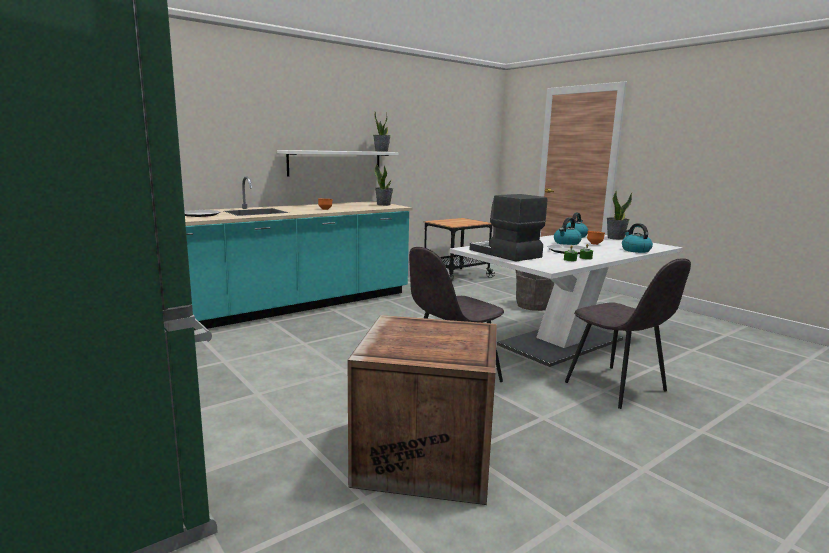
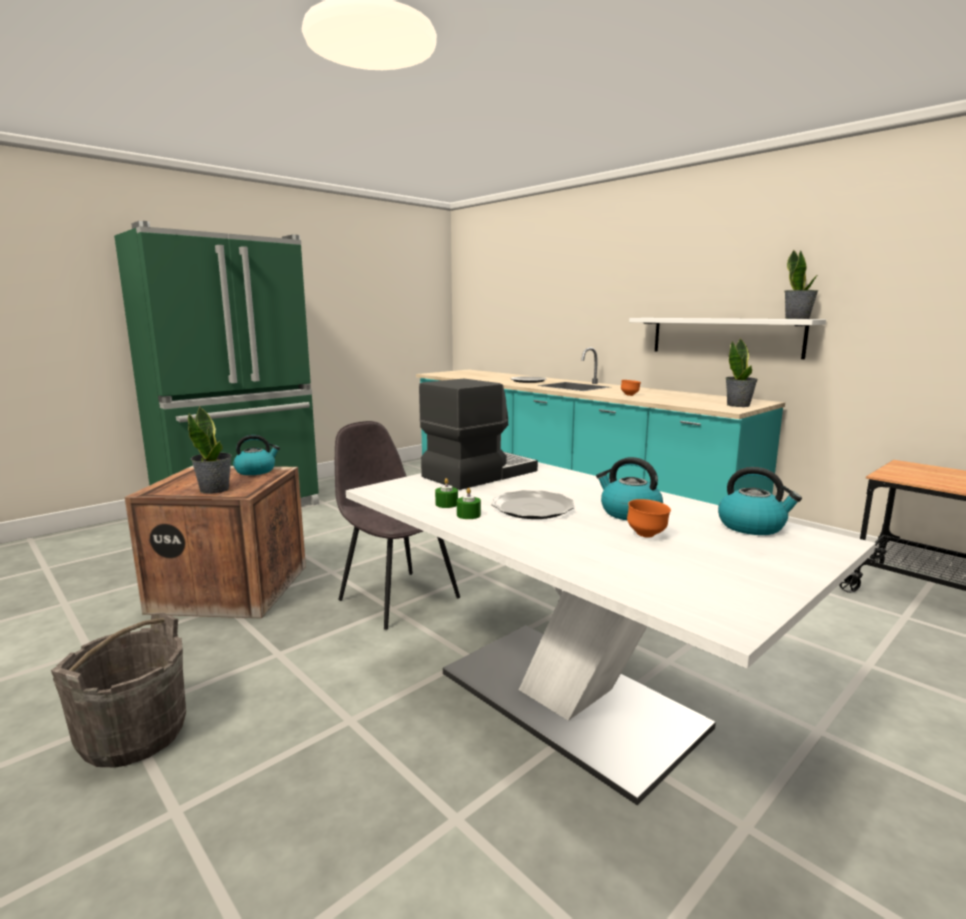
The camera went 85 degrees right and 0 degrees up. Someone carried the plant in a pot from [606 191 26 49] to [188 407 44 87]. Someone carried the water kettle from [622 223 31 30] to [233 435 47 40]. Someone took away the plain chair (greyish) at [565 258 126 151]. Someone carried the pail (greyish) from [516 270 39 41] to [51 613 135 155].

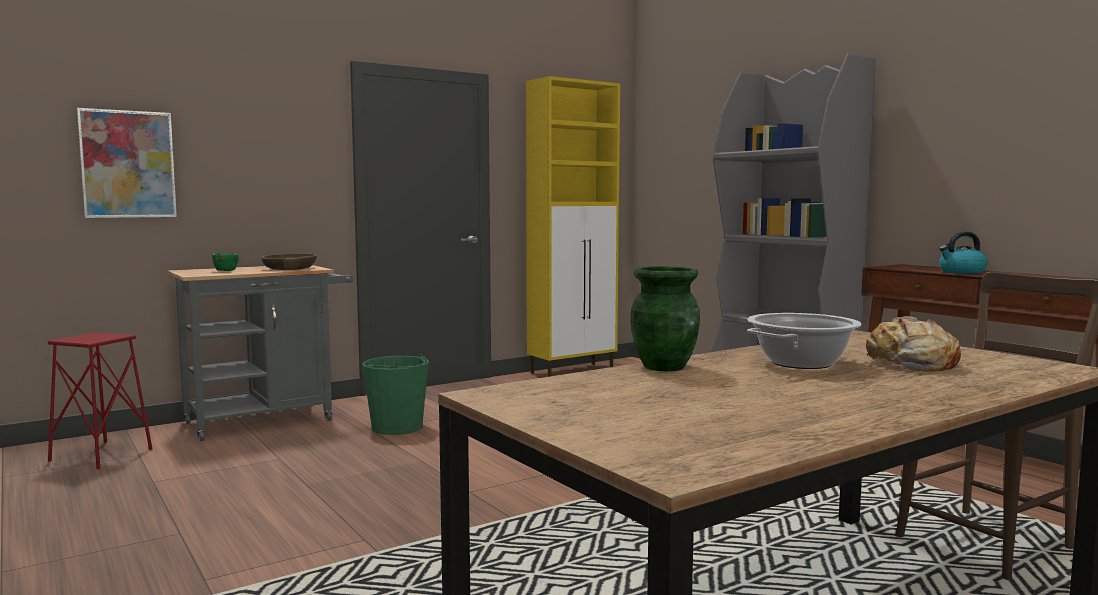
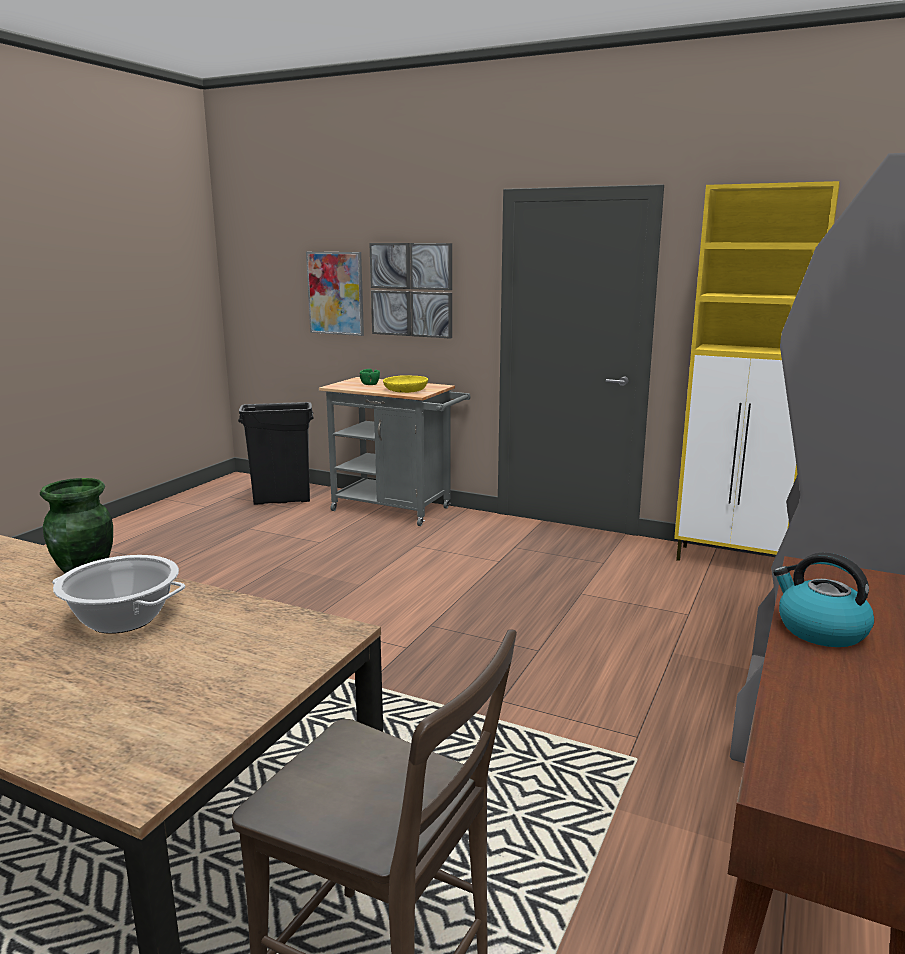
The camera went 60 degrees right and 10 degrees up. Someone repainted the serving bowl (brownish) at [261 253 56 17], which became the serving bowl (yellow-coloured) at [383 375 45 18]. Someone took away the bread at [866 316 95 56]. Someone swapped the stool seat (reddish) at [48 332 105 137] for the rubbish bin (black-coloured) at [238 402 75 103]. Someone took away the pail (green) at [362 354 67 81]. Someone put up the wall art at [369 243 83 96].

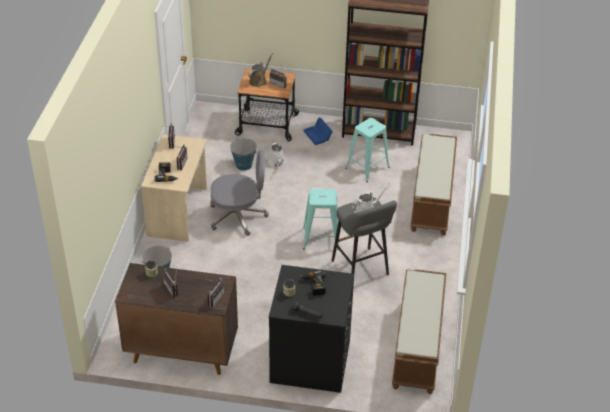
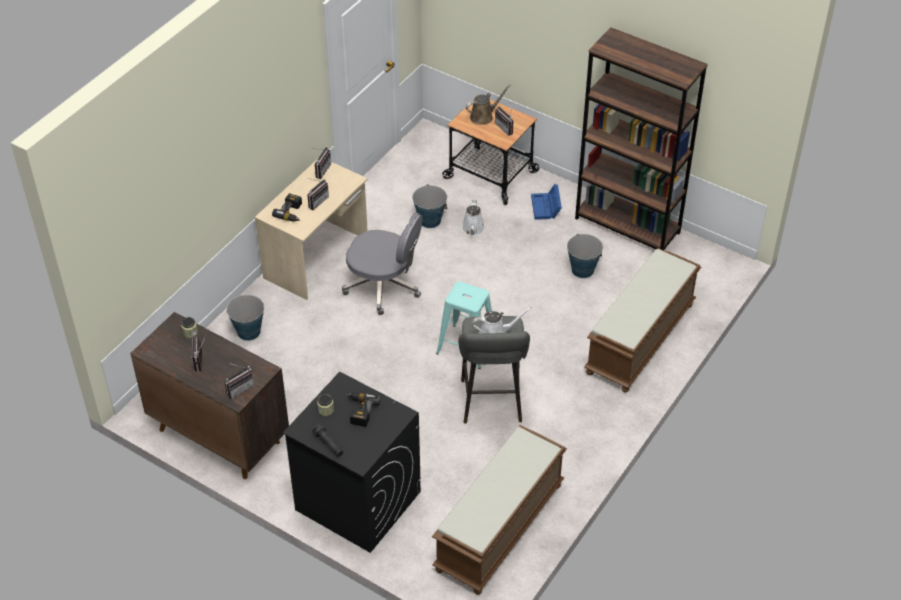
The camera went 25 degrees right and 5 degrees up. Someone swapped the stool seat (blue-green) at [346 118 44 64] for the pail at [567 234 36 44].

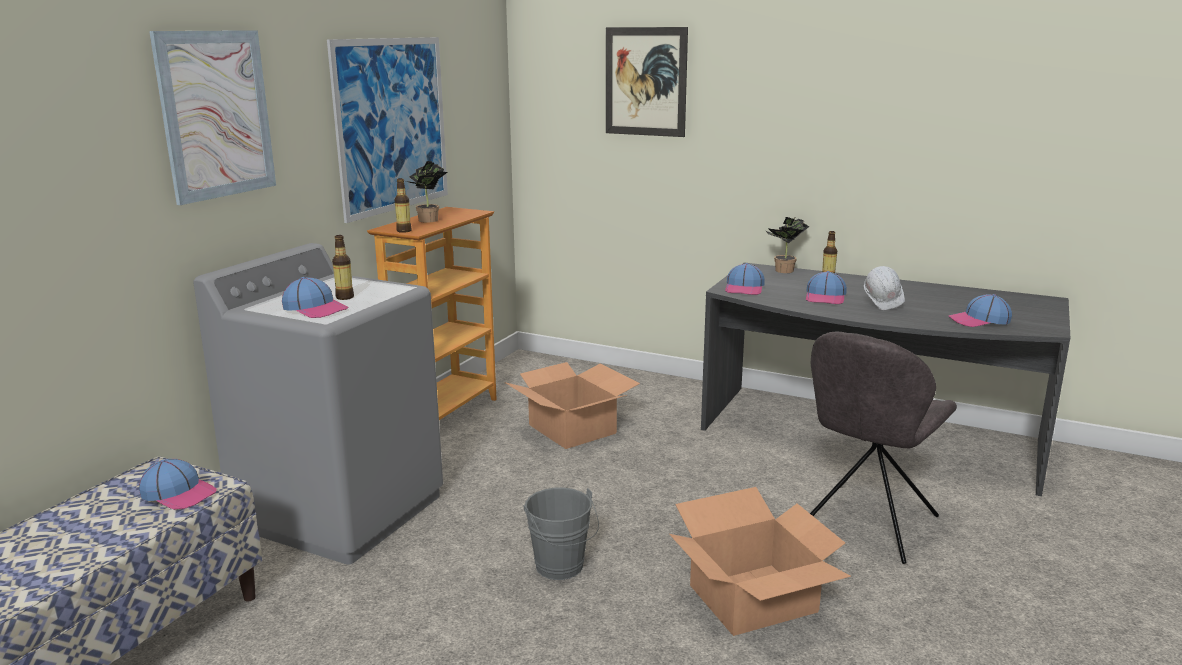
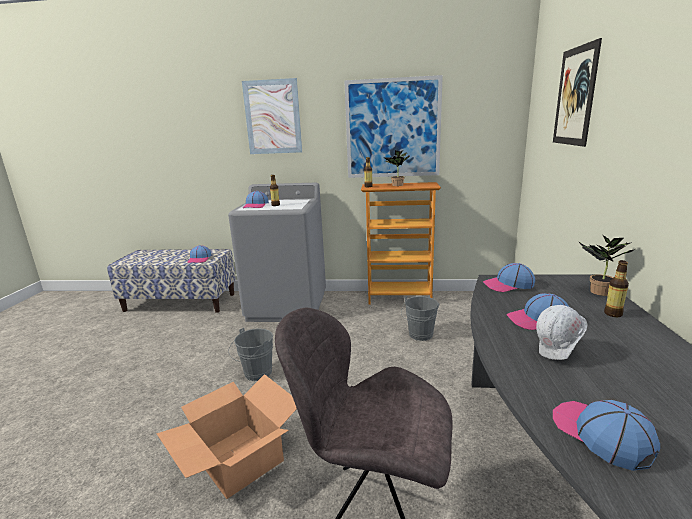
The camera went 70 degrees right and 0 degrees up. Someone swapped the cardboard box at [504 362 136 87] for the pail (greyish) at [401 296 39 45].

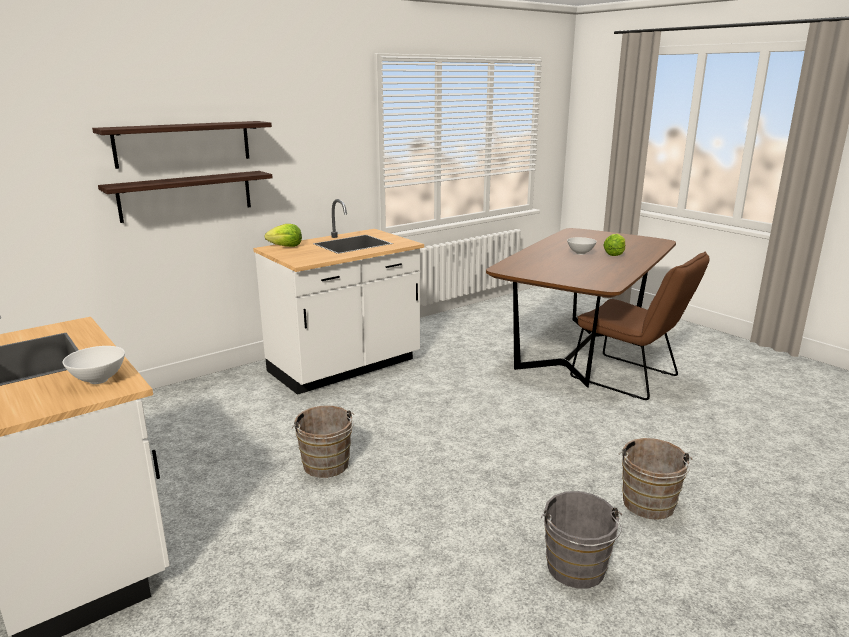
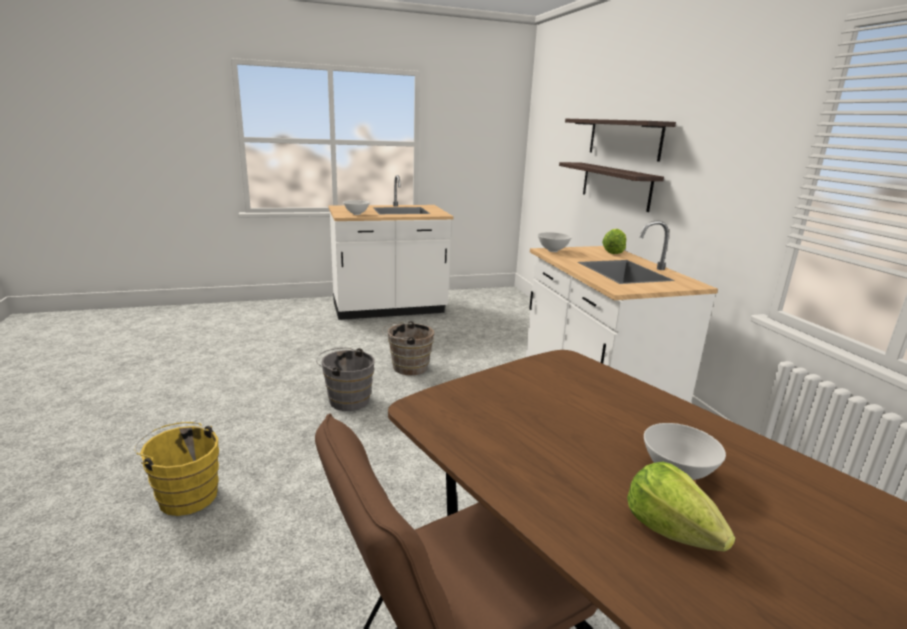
The camera went 110 degrees right and 0 degrees up. Someone repainted the pail (brownish) at [619 438 74 82], which became the pail (yellow-coloured) at [135 422 84 94]. Someone carried the pail (greyish) from [541 491 81 98] to [316 348 59 63]. Someone put down the serving bowl (white) at [538 232 34 20].

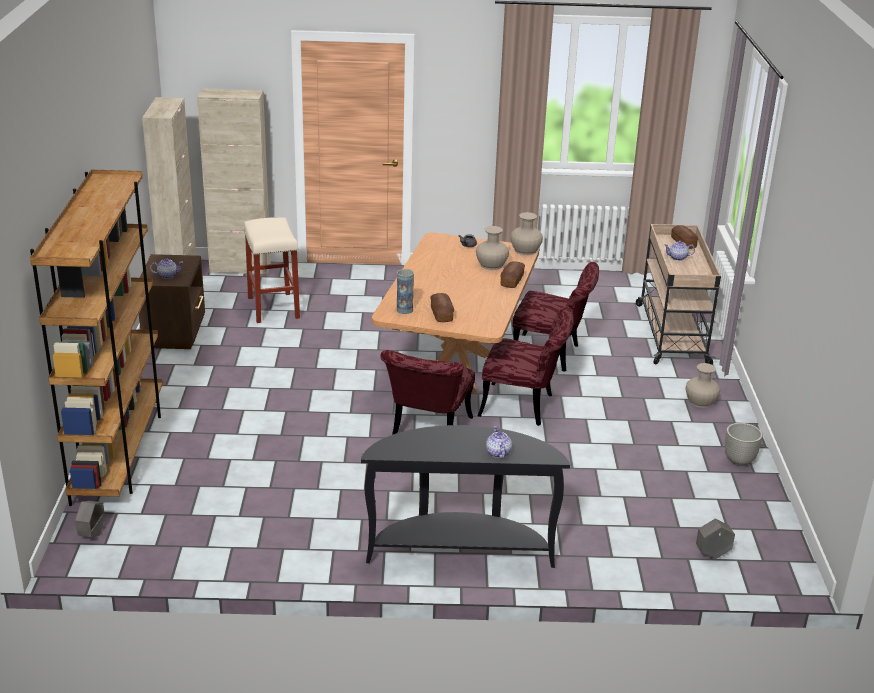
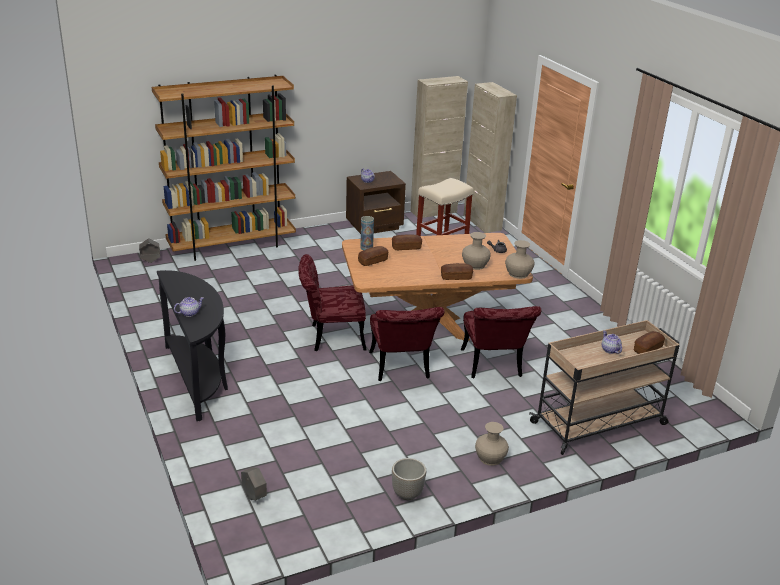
The camera went 65 degrees right and 0 degrees up. Someone put down the bread at [392 234 30 16].

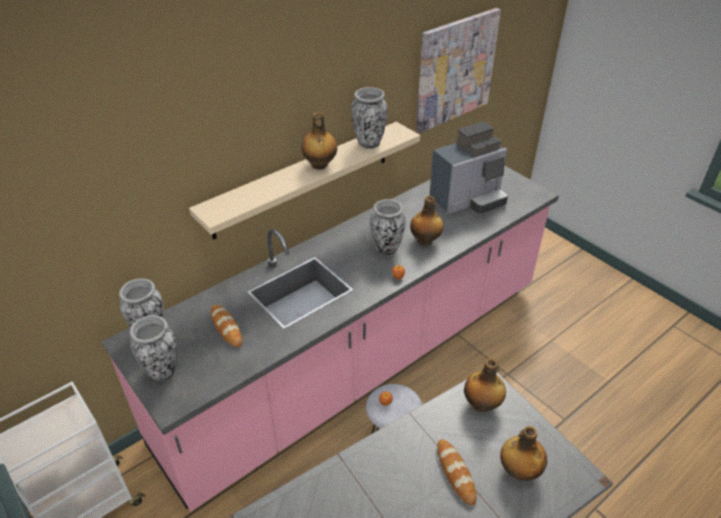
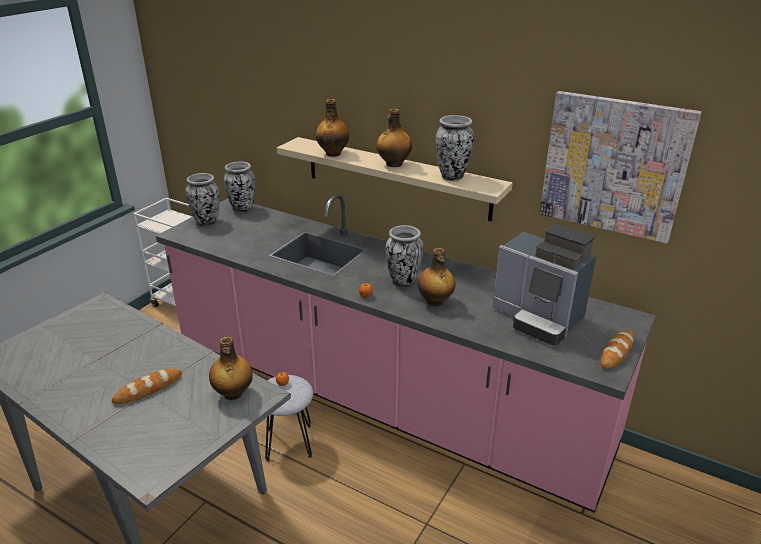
The camera went 70 degrees right and 10 degrees down. Someone carried the bread from [211 305 31 42] to [600 330 34 39]. Someone carried the drink bottle from [500 426 47 55] to [316 99 33 58].

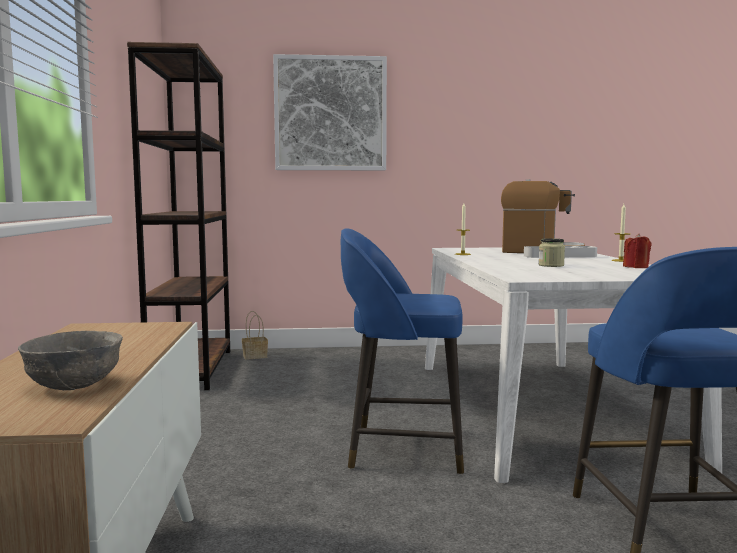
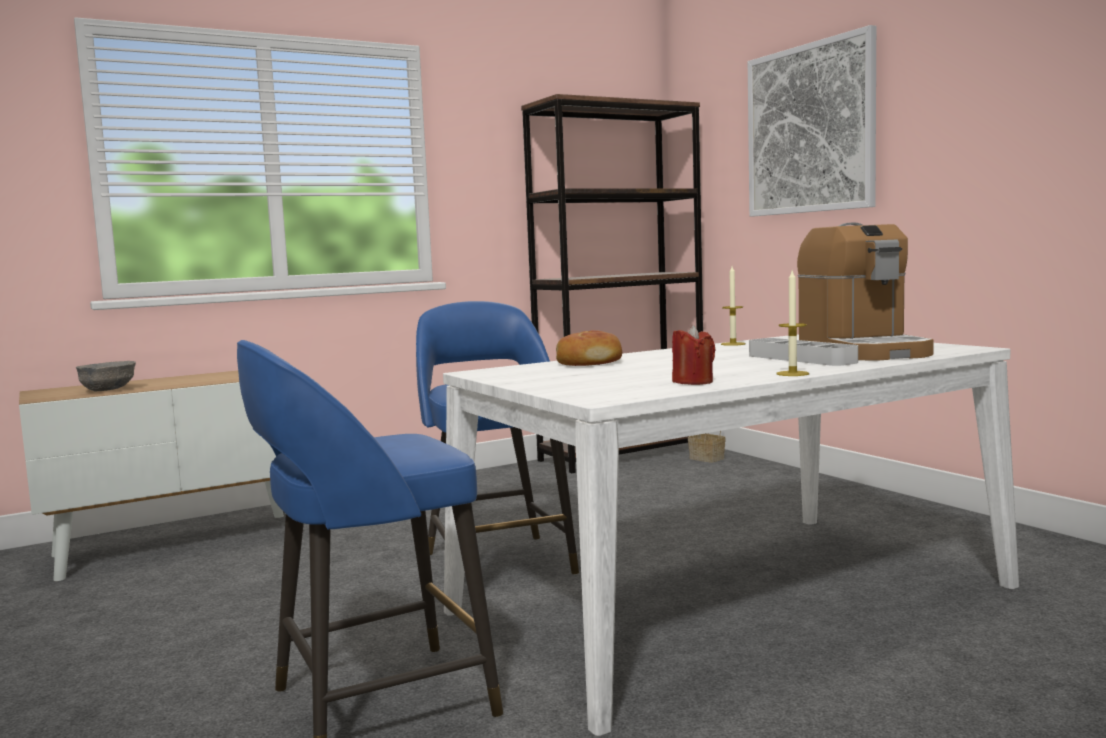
The camera went 65 degrees right and 0 degrees up. Someone took away the jar at [539 238 26 29]. Someone put down the bread at [556 330 66 36].

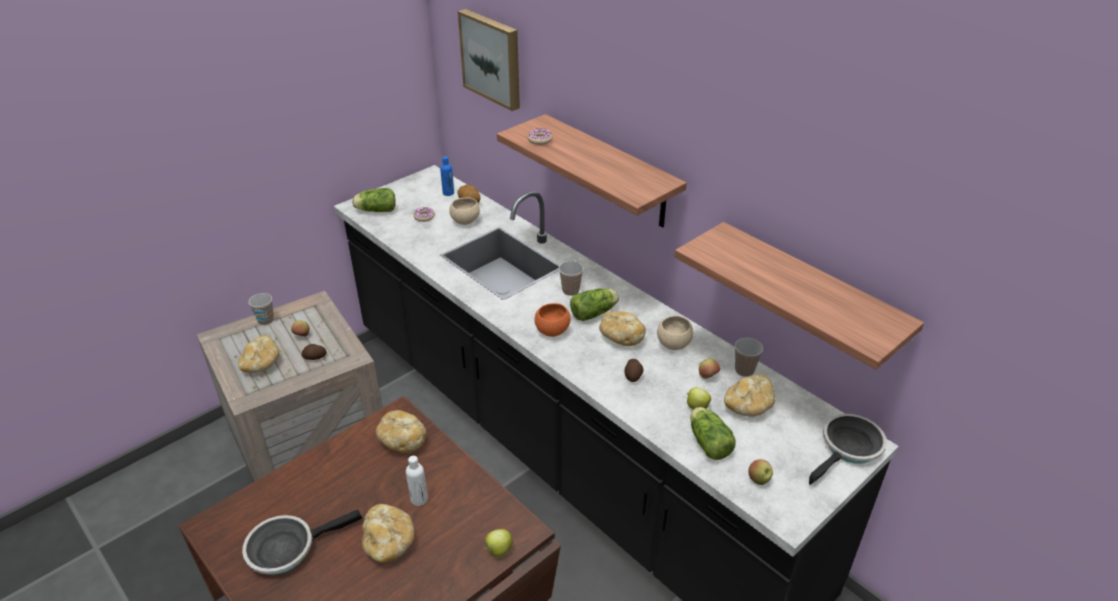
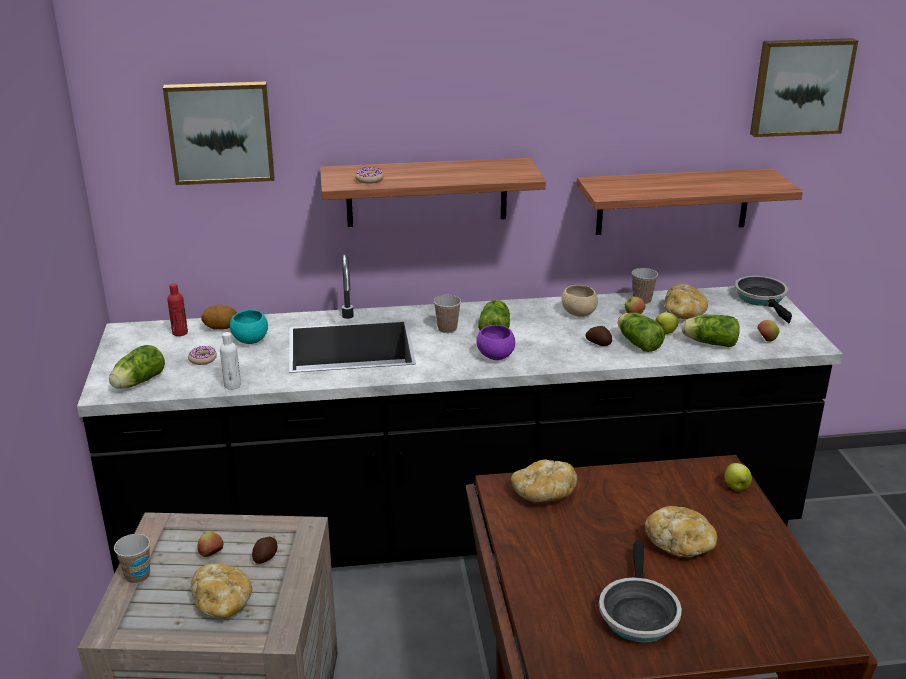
The camera went 55 degrees left and 10 degrees down. Someone repainted the drink bottle (bluish) at [440 156 14 40], which became the drink bottle (reddish) at [167 283 21 53]. Someone repainted the serving bowl (beige-coloured) at [449 198 31 27], which became the serving bowl (blue-green) at [230 310 38 34]. Someone repainted the serving bowl (orangey) at [535 303 35 34], which became the serving bowl (purple-coloured) at [476 325 39 35]. Someone took away the bread at [599 311 47 35]. Someone carried the drink bottle (white) from [406 456 22 50] to [220 332 21 58]. Someone put up the wall art at [750 38 108 99]. Someone put down the head of lettuce at [618 313 47 39].

